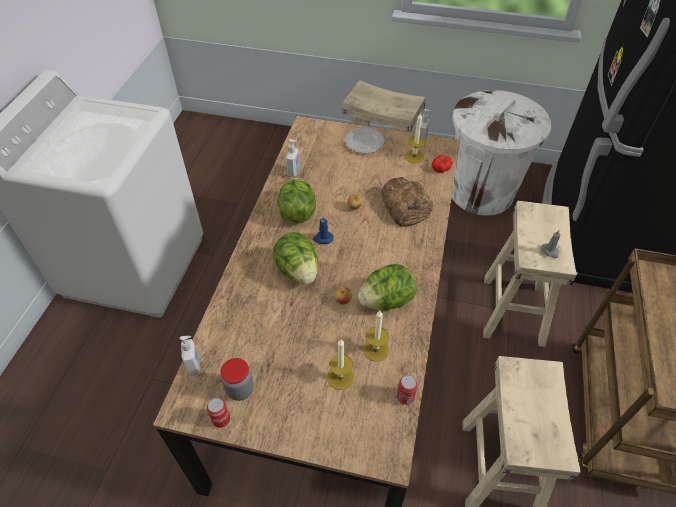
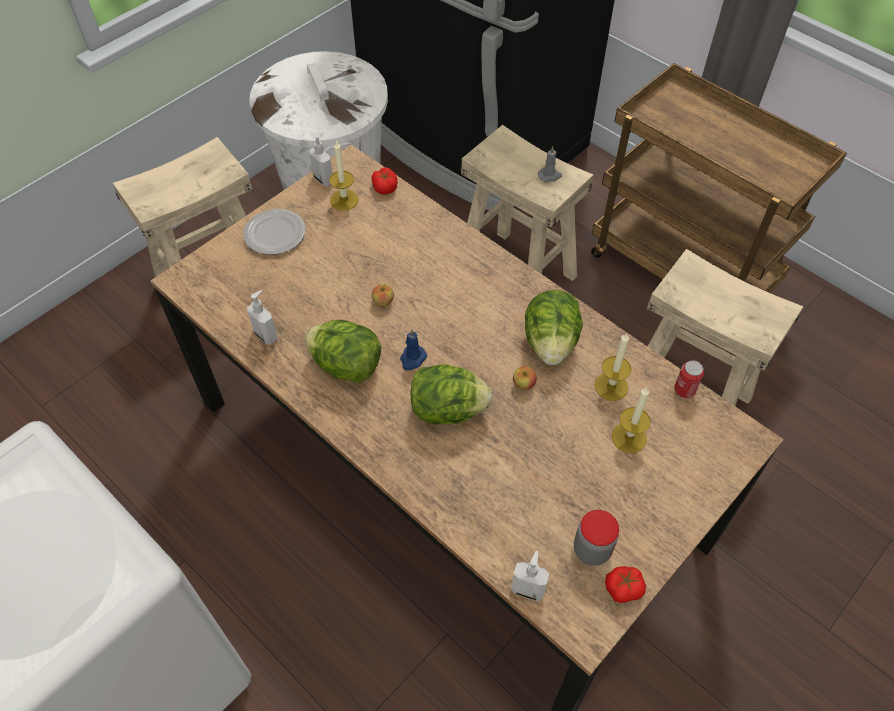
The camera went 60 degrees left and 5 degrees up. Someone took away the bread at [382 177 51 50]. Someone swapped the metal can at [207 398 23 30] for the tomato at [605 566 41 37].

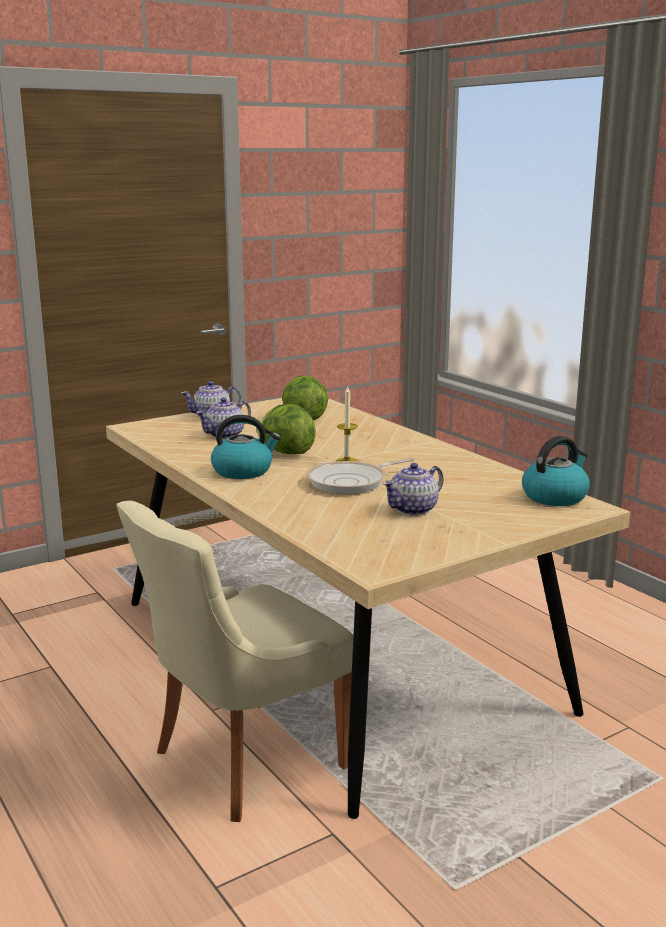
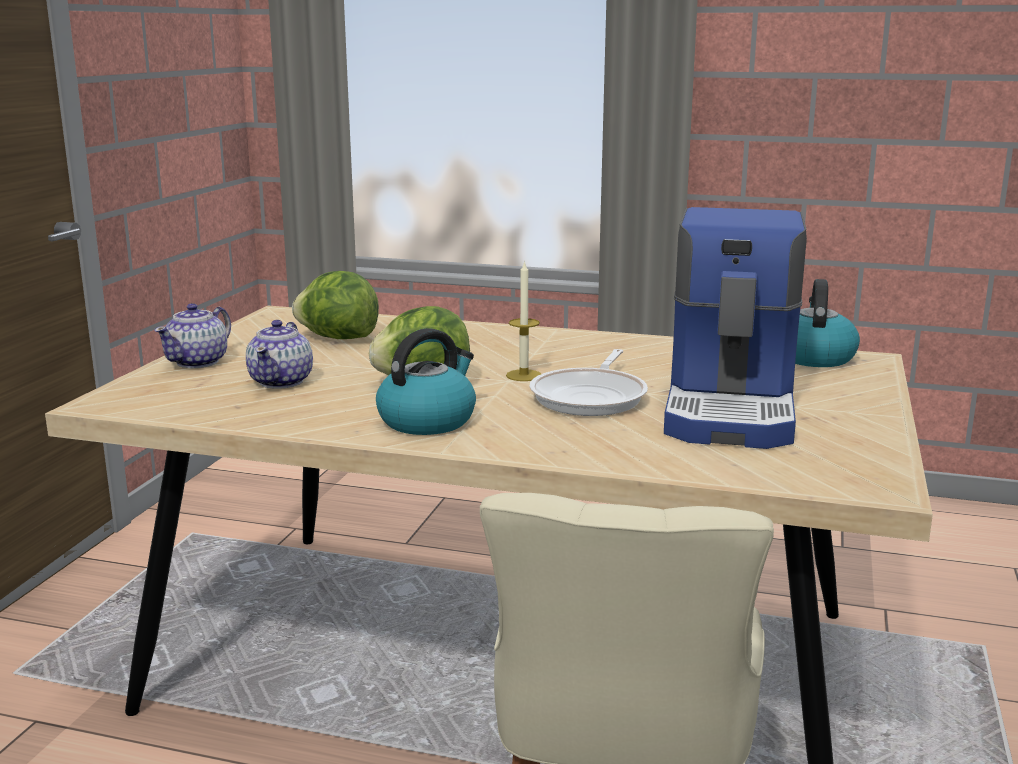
The camera went 40 degrees left and 0 degrees up. Someone swapped the pot for tea at [383 463 61 53] for the coffee machine at [664 207 143 242].

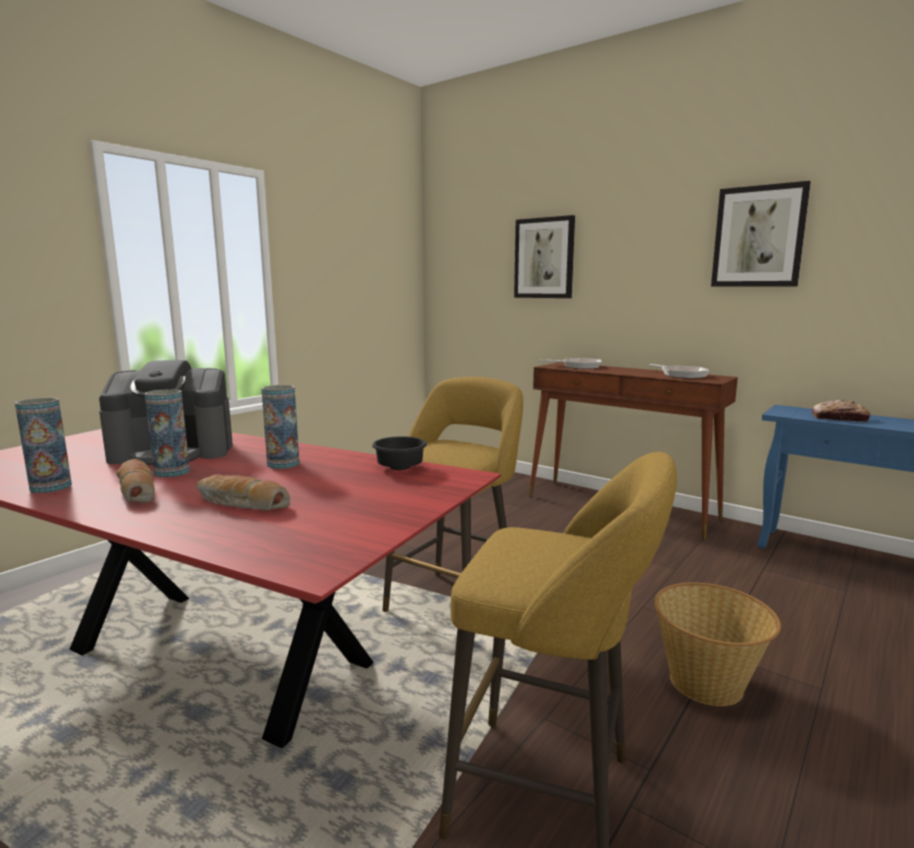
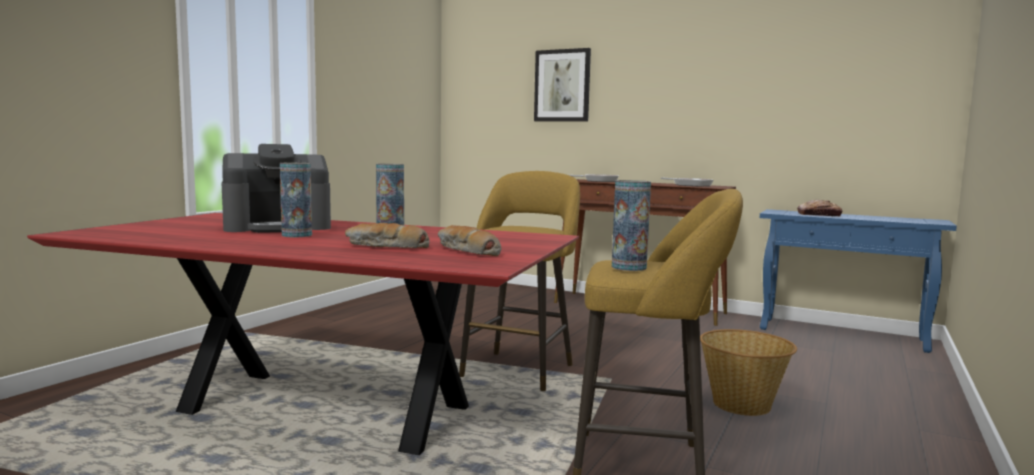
The camera went 10 degrees left and 5 degrees down. Someone took away the wall art at [711 181 100 106]. Someone carried the decorative vase from [15 398 57 95] to [612 180 39 91]. Someone took away the serving bowl (black-coloured) at [372 436 55 34]. Someone carried the bread from [116 459 39 44] to [438 225 63 31].

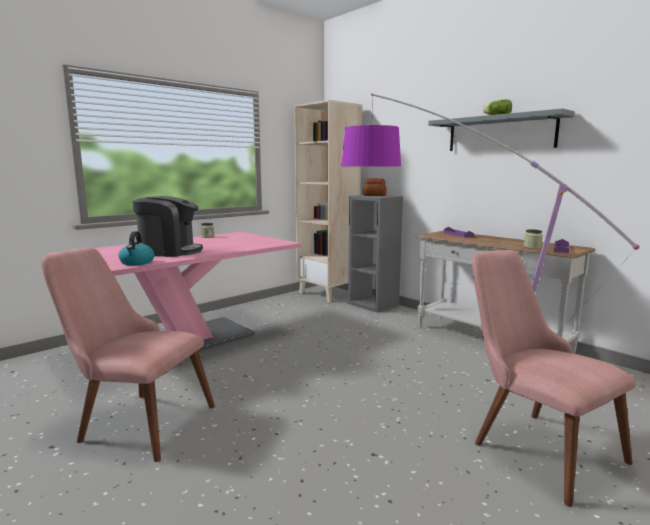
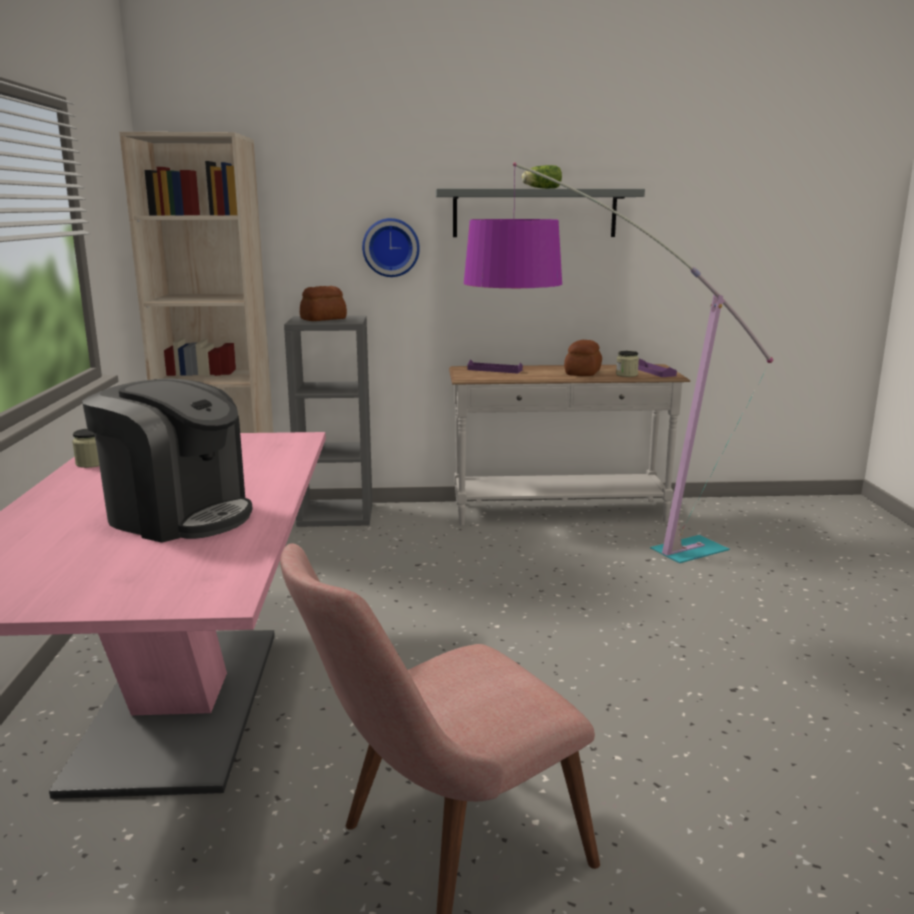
The camera went 50 degrees left and 5 degrees up. Someone rotated the coffee machine at [132 196 71 61] by 75 degrees clockwise. Someone took away the water kettle at [119 231 35 34]. Someone took away the plain chair (pinkish) at [472 250 164 257]. Someone put up the wall clock at [362 218 58 59]. Someone put down the bread at [564 340 38 36].

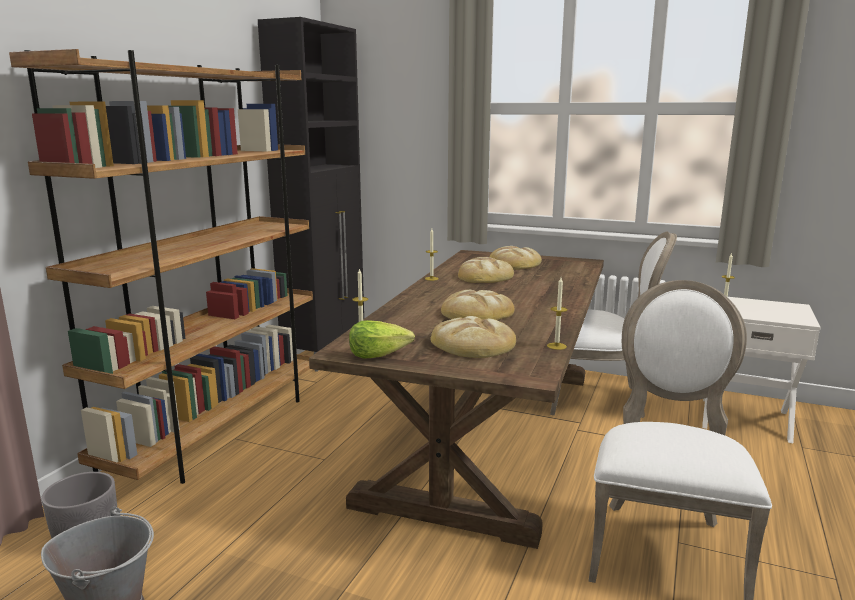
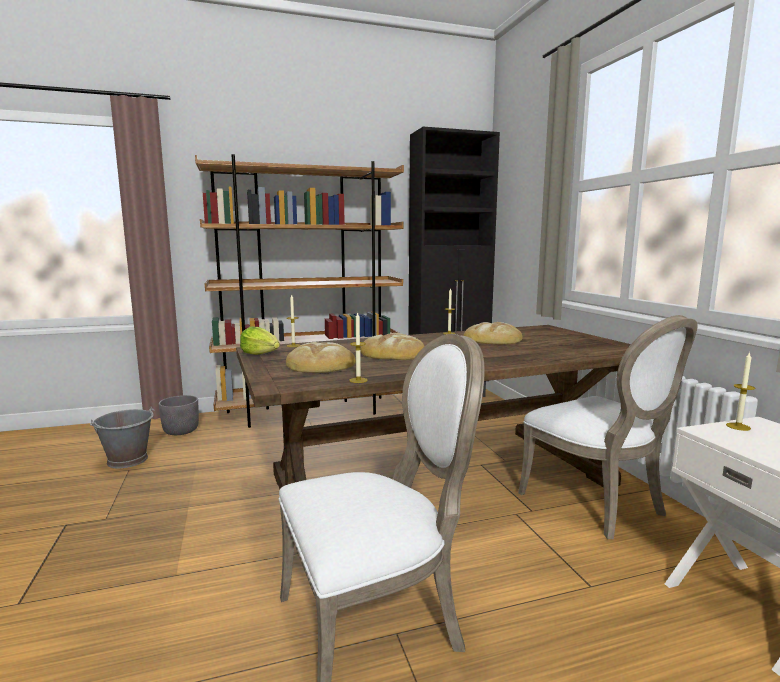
The camera went 50 degrees right and 5 degrees down. Someone took away the bread at [489 246 53 24].

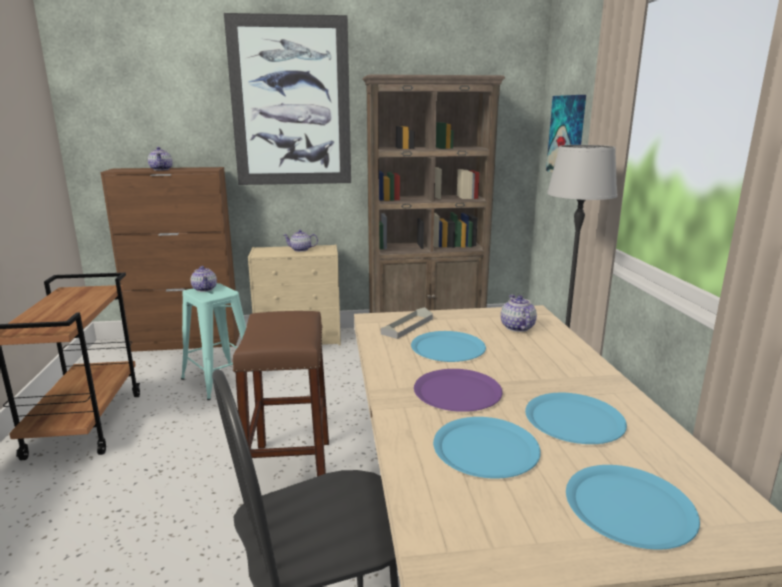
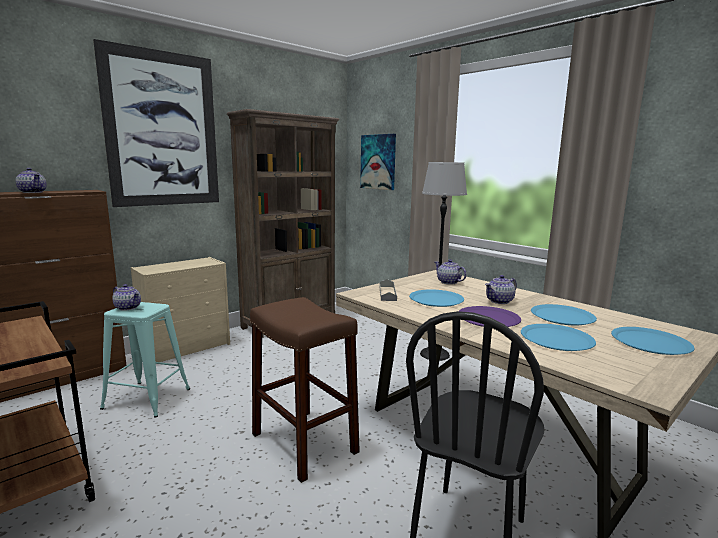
The camera went 35 degrees left and 5 degrees down. Someone carried the pot for tea from [283 230 35 22] to [485 275 32 29].

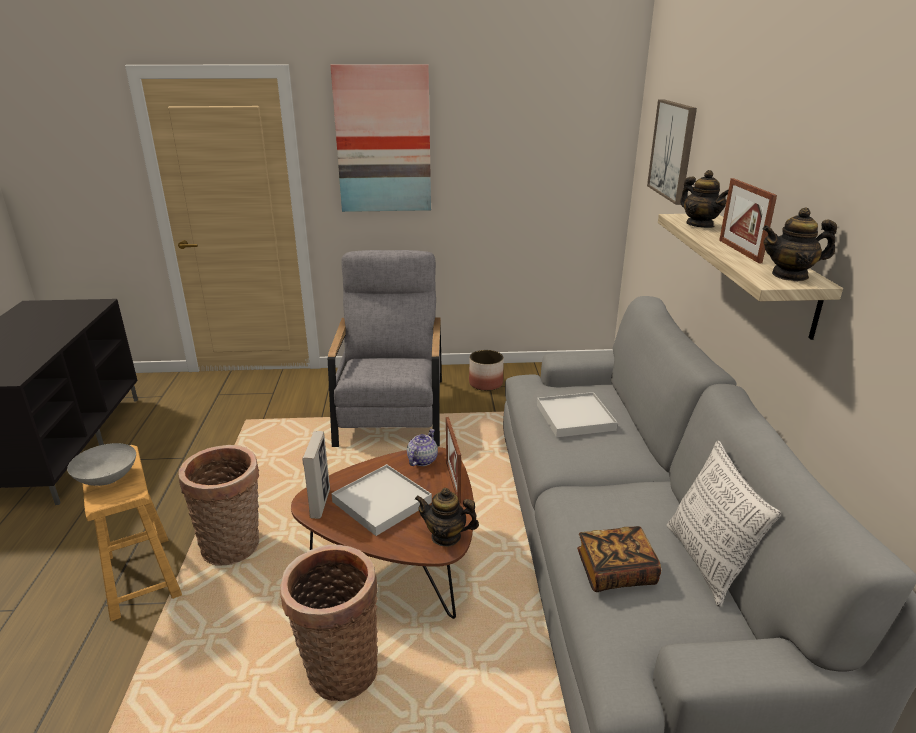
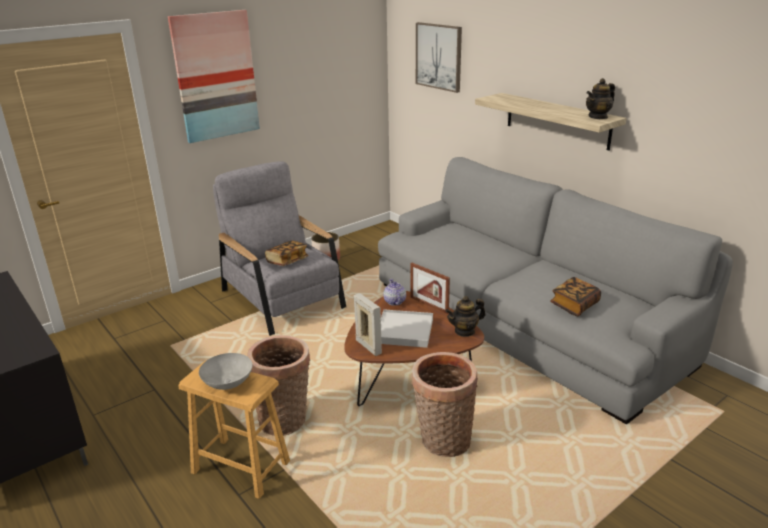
The camera went 35 degrees left and 0 degrees up. Someone took away the pot for tea at [680 170 49 58]. Someone took away the standing frame at [719 178 58 85]. Someone took away the serving tray (white) at [537 392 81 45]. Someone took away the throw pillow at [667 440 114 167]. Someone put down the bound book at [265 240 43 26].

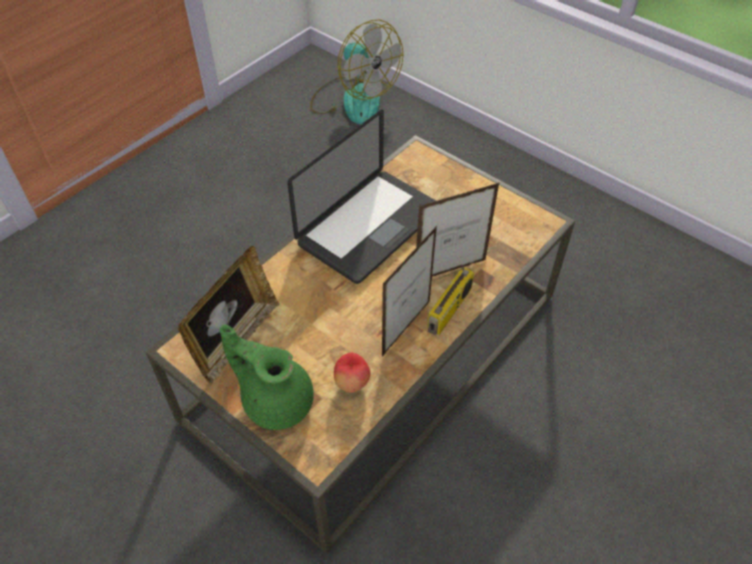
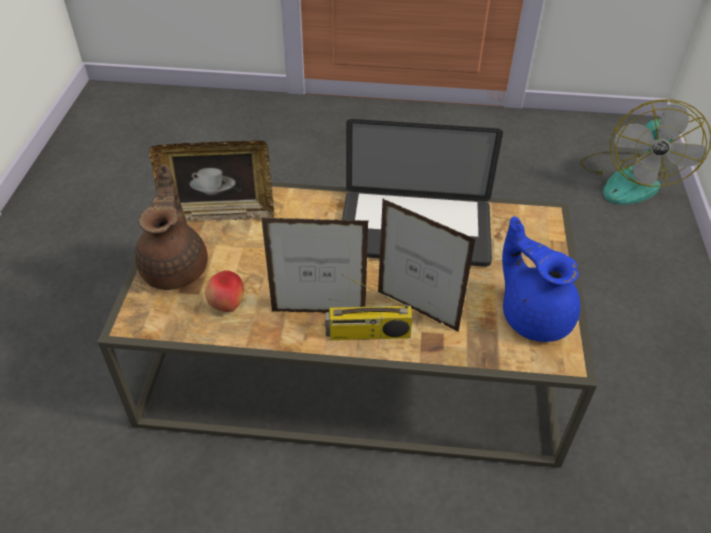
The camera went 55 degrees right and 5 degrees down. Someone repainted the pot for tea (green) at [220 324 94 106], which became the pot for tea (brownish) at [135 164 73 126]. Someone put down the pot for tea (bluish) at [502 216 79 126].

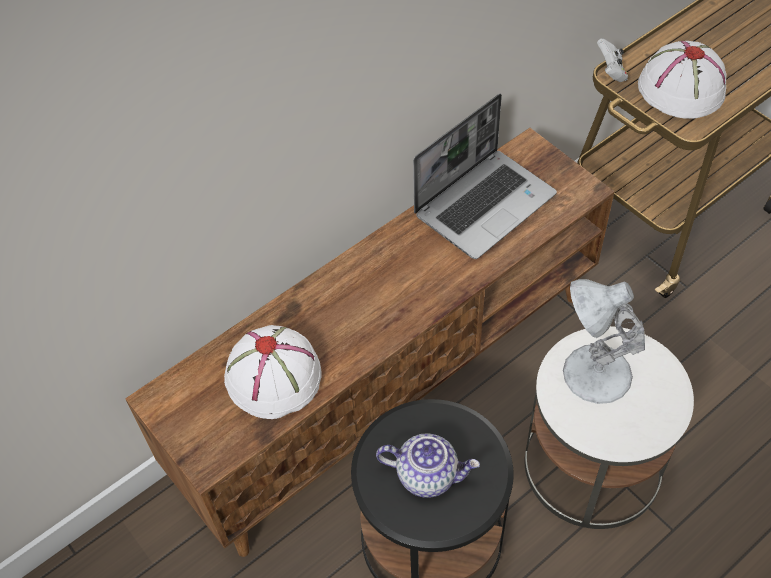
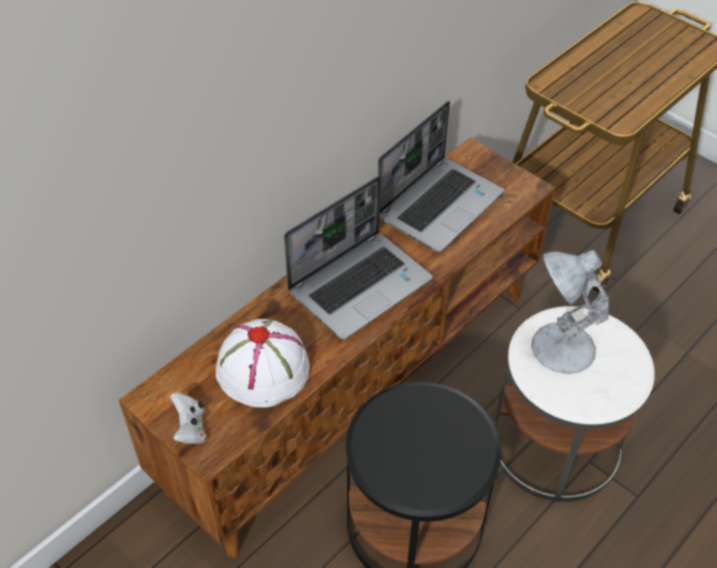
The camera went 10 degrees left and 5 degrees down. Someone carried the game controller (white) from [597 38 31 44] to [170 392 36 52]. Someone took away the wearable hat (white) at [638 41 88 78]. Someone took away the pot for tea at [376 434 104 64]. Someone put down the notebook computer at [284 176 149 164].

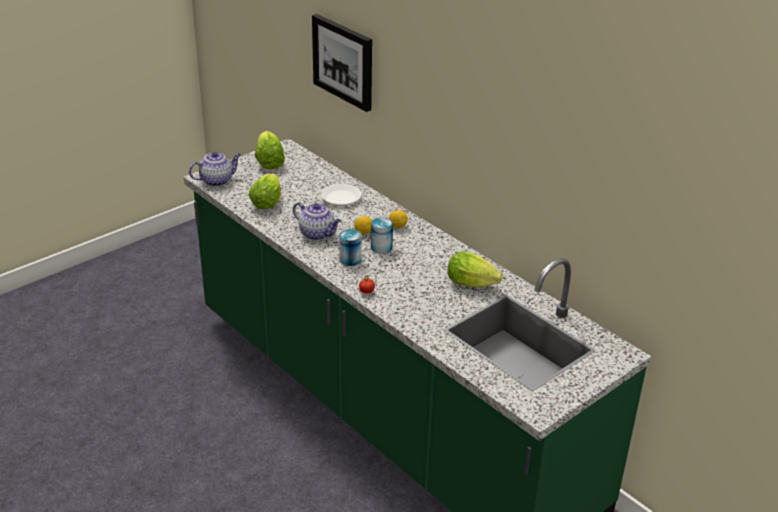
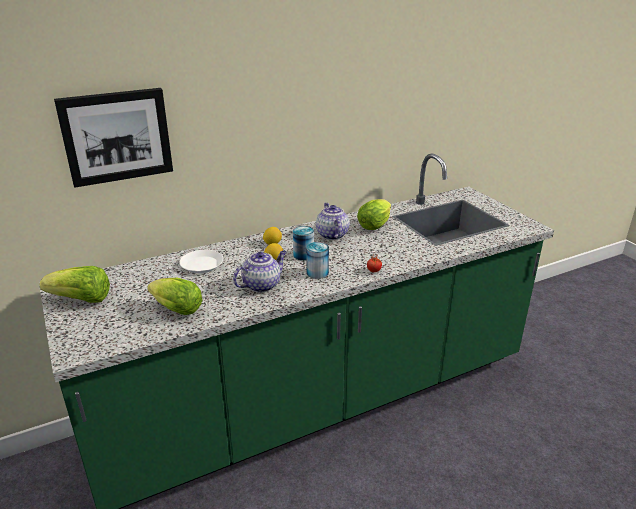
The camera went 75 degrees left and 5 degrees down. Someone carried the pot for tea from [189 152 52 34] to [316 203 33 37].

